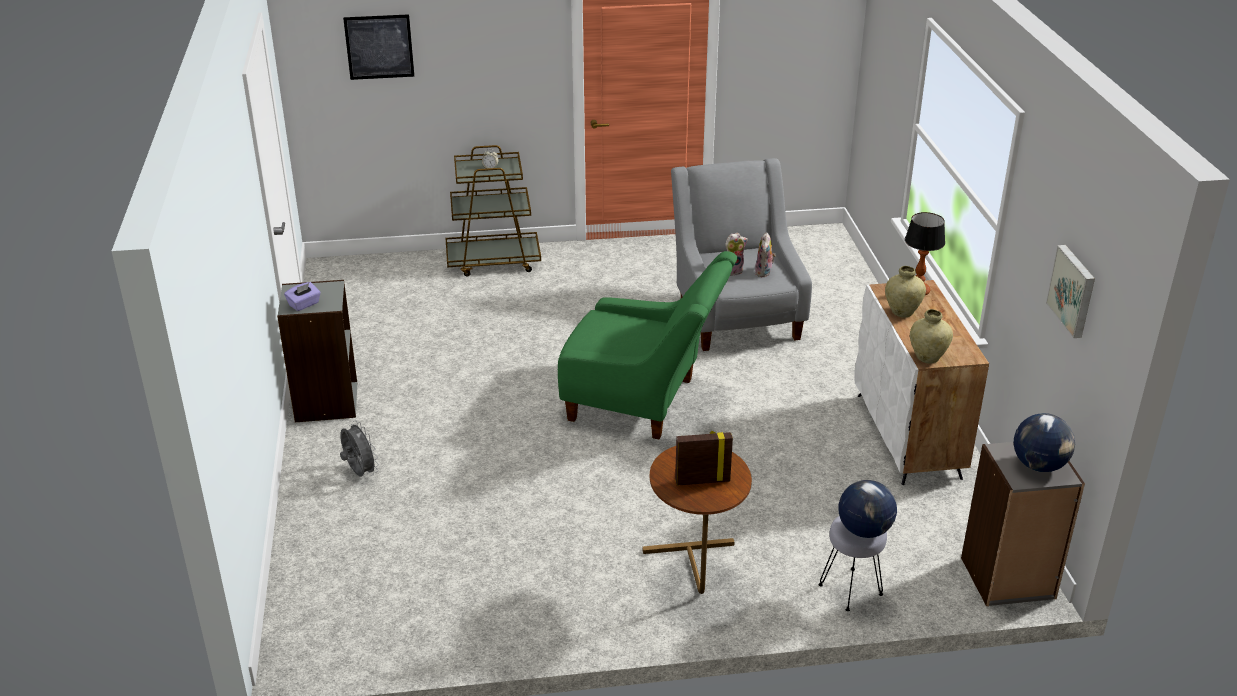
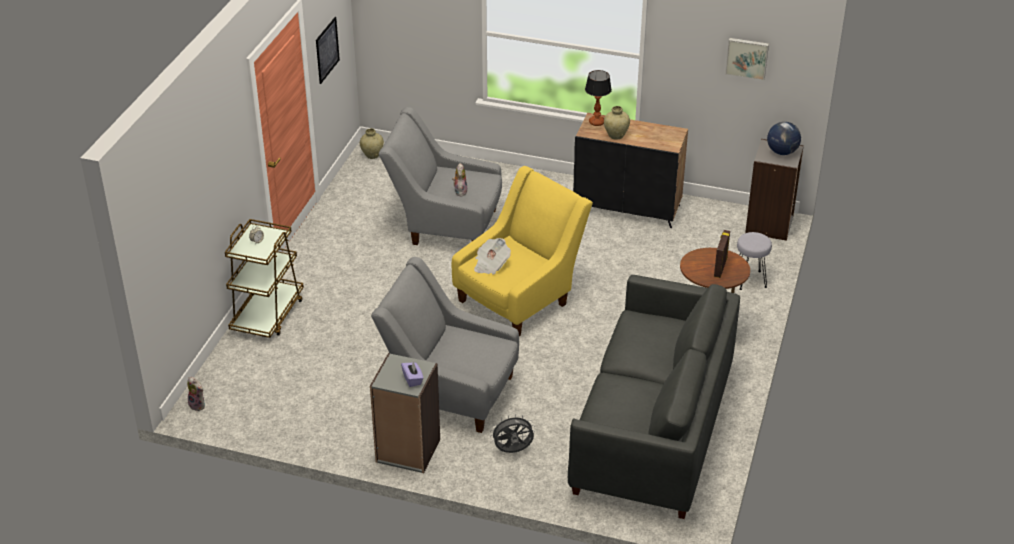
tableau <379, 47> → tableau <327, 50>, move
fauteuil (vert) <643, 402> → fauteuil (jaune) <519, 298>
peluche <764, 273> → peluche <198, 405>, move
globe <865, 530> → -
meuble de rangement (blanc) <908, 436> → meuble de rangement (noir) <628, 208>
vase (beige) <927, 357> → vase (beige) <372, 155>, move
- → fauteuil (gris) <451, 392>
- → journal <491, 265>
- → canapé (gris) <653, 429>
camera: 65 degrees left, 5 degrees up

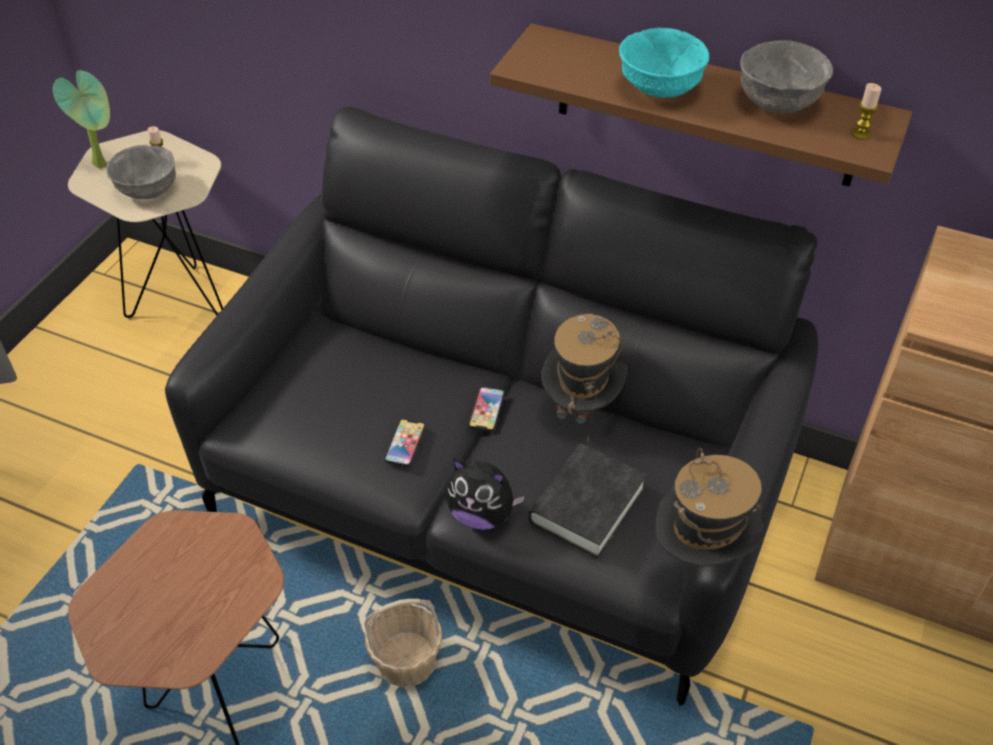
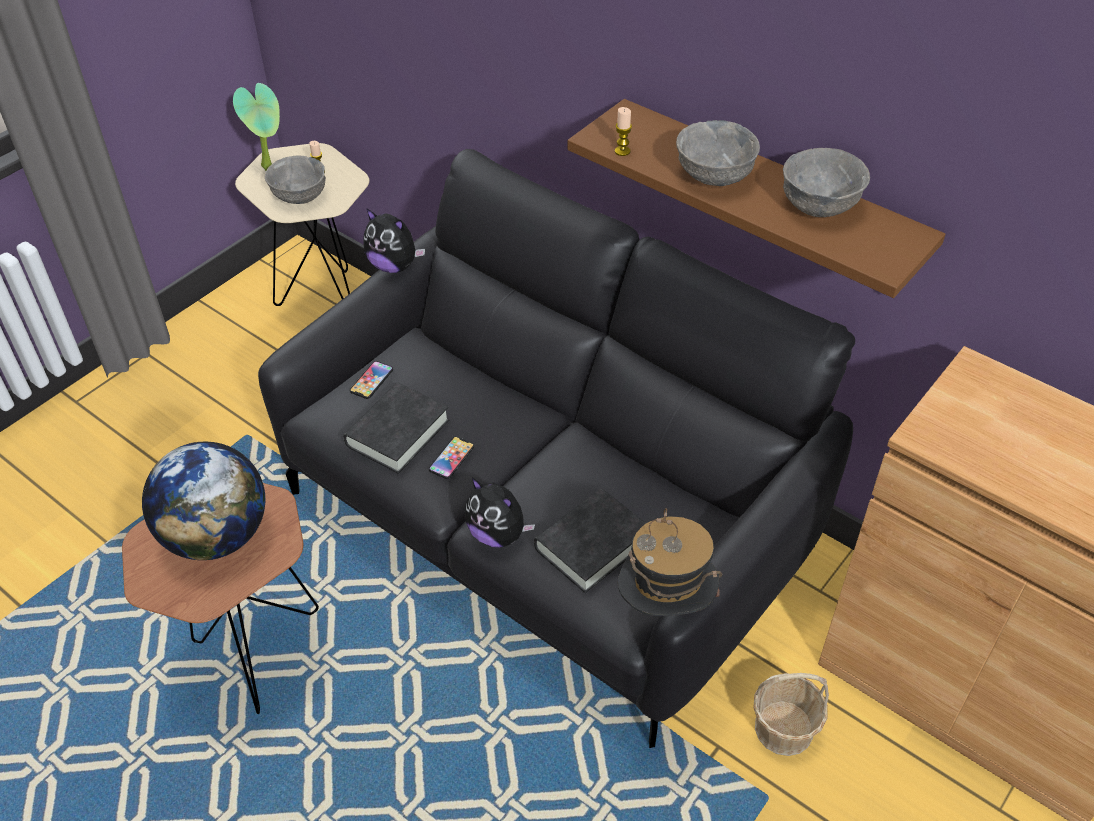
panier <407, 661> → panier <784, 729>, move
téléphone <486, 410> → téléphone <371, 380>, move
chapeau <581, 407> → -
bol (turquoise) <658, 87> → bol (gris) <713, 175>
bougie <860, 134> → bougie <622, 151>, move
- → globe <217, 536>
- → livre (noir) <397, 433>
- → peluche <394, 266>
camera: 15 degrees right, 0 degrees up

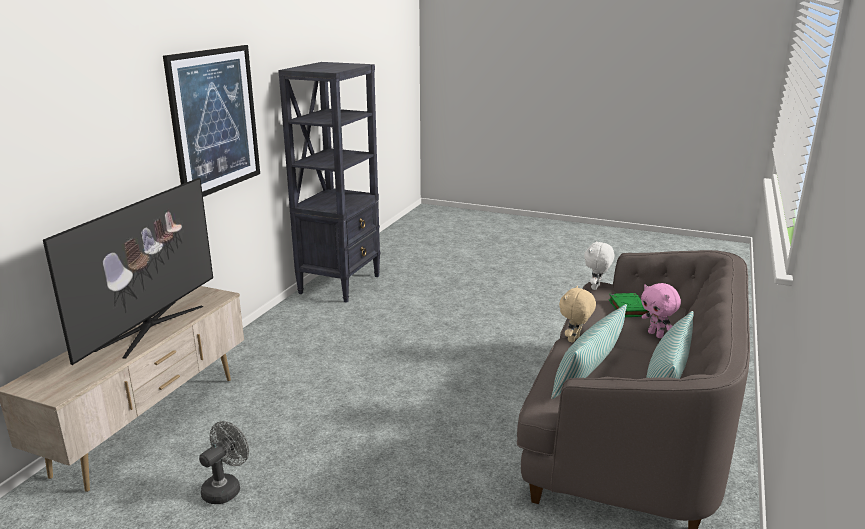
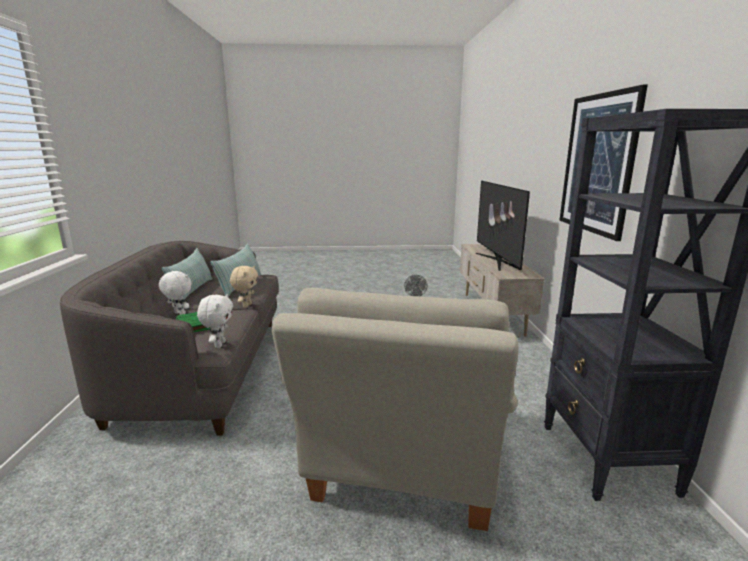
peluche (rose) <656, 335> → peluche (blanc) <179, 314>
- → fauteuil (beige) <403, 465>
camera: 155 degrees right, 5 degrees down

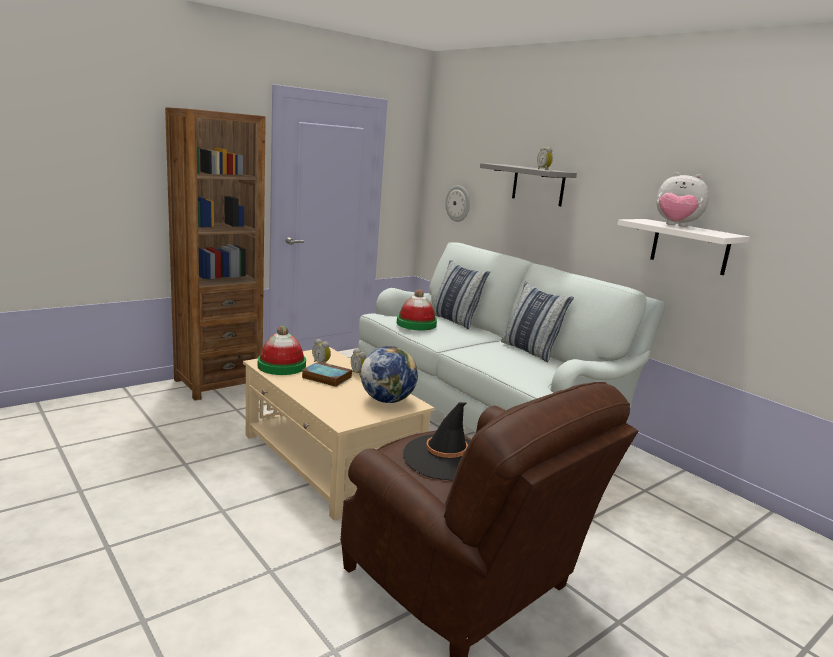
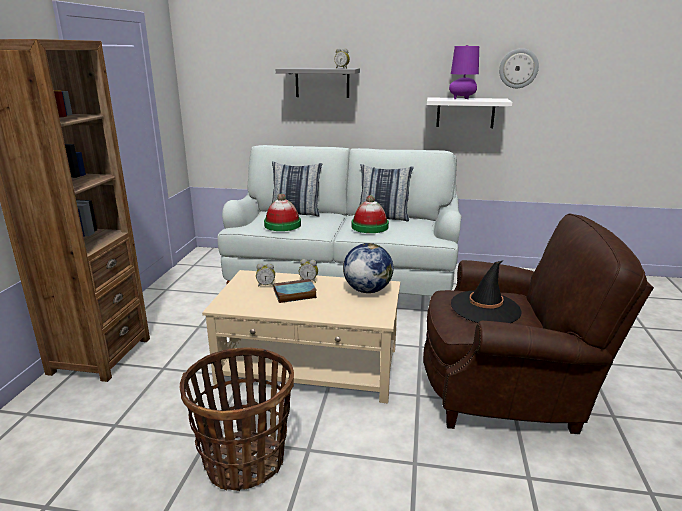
chapeau <281, 366> → chapeau <369, 227>, move
horloge murale <458, 203> → horloge murale <518, 68>, move
peluche <675, 225> → lampe de table (violet) <462, 99>
- → panier <245, 461>
camera: 40 degrees left, 5 degrees up

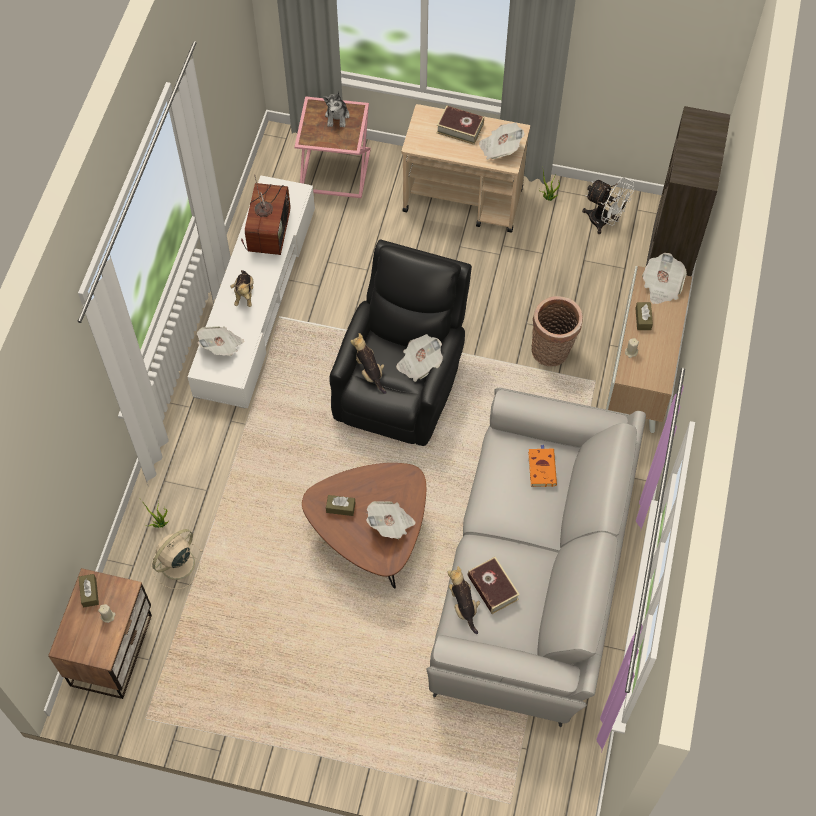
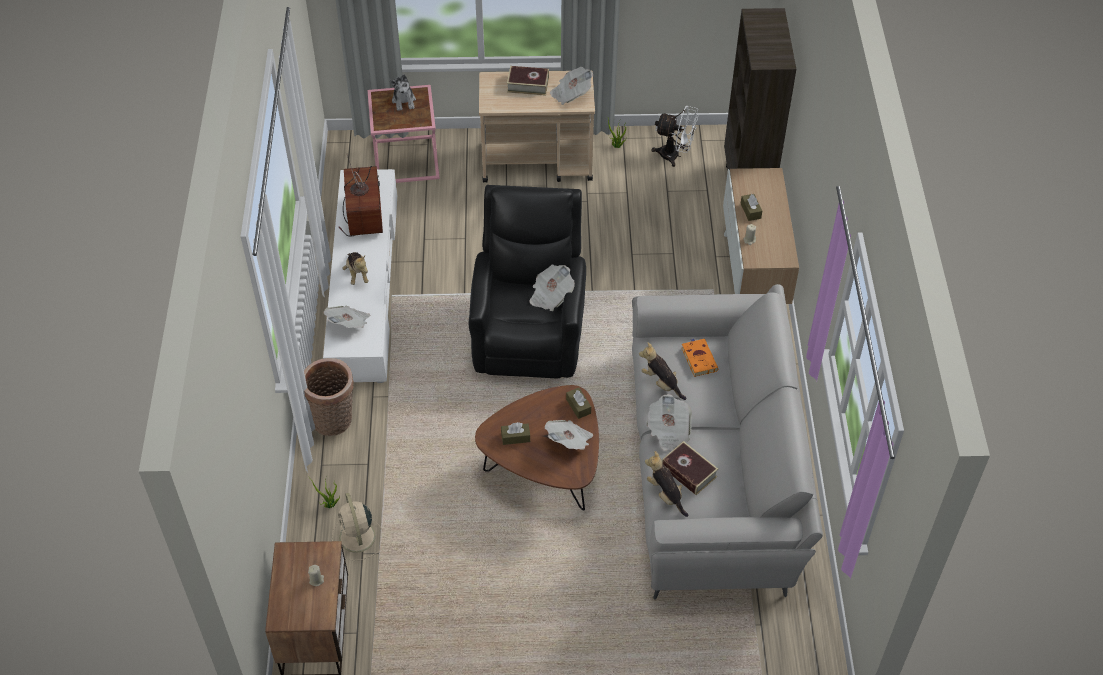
boîte à mouchoirs (marron) <89, 593> → boîte à mouchoirs (marron) <578, 406>, move
ventilateur (beige) <176, 564> → ventilateur (beige) <357, 538>, 45 degrees counterclockwise
peluche <369, 372> → peluche <661, 383>, move
panier <552, 352> → panier <334, 421>, move
journal <661, 286> → journal <668, 430>, move
camera: 15 degrees left, 10 degrees down

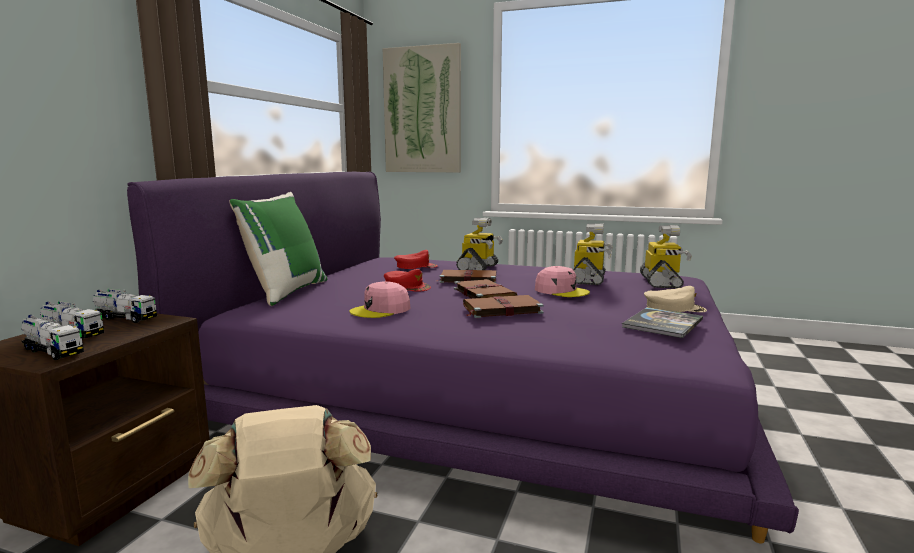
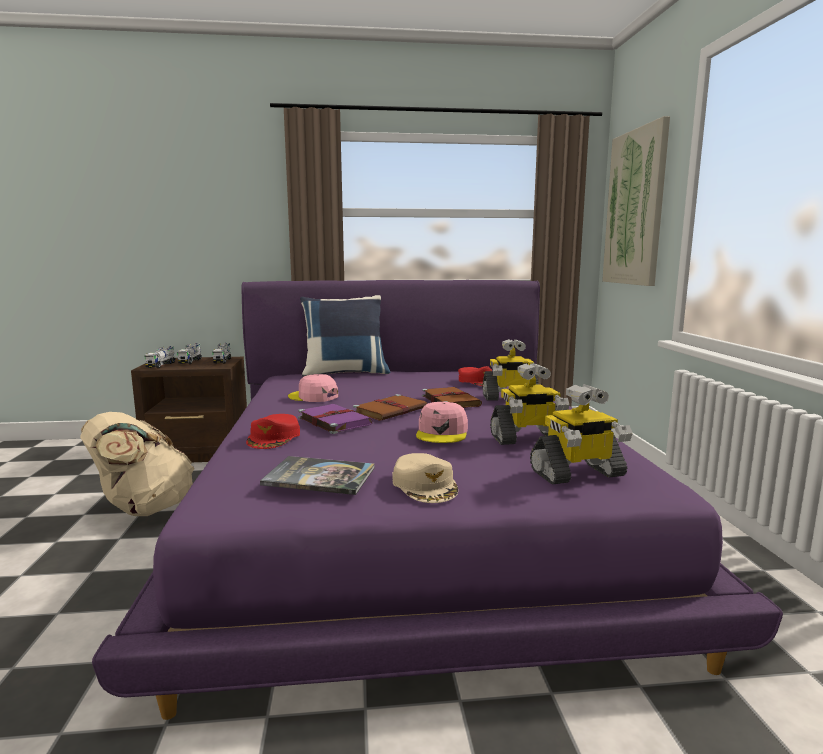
coussin (vert) <285, 291> → coussin (bleu) <345, 373>
casquette (rouge) <407, 286> → casquette (rouge) <274, 438>, move
livre (marron) <500, 309> → livre (violet) <333, 421>
camera: 65 degrees right, 0 degrees up

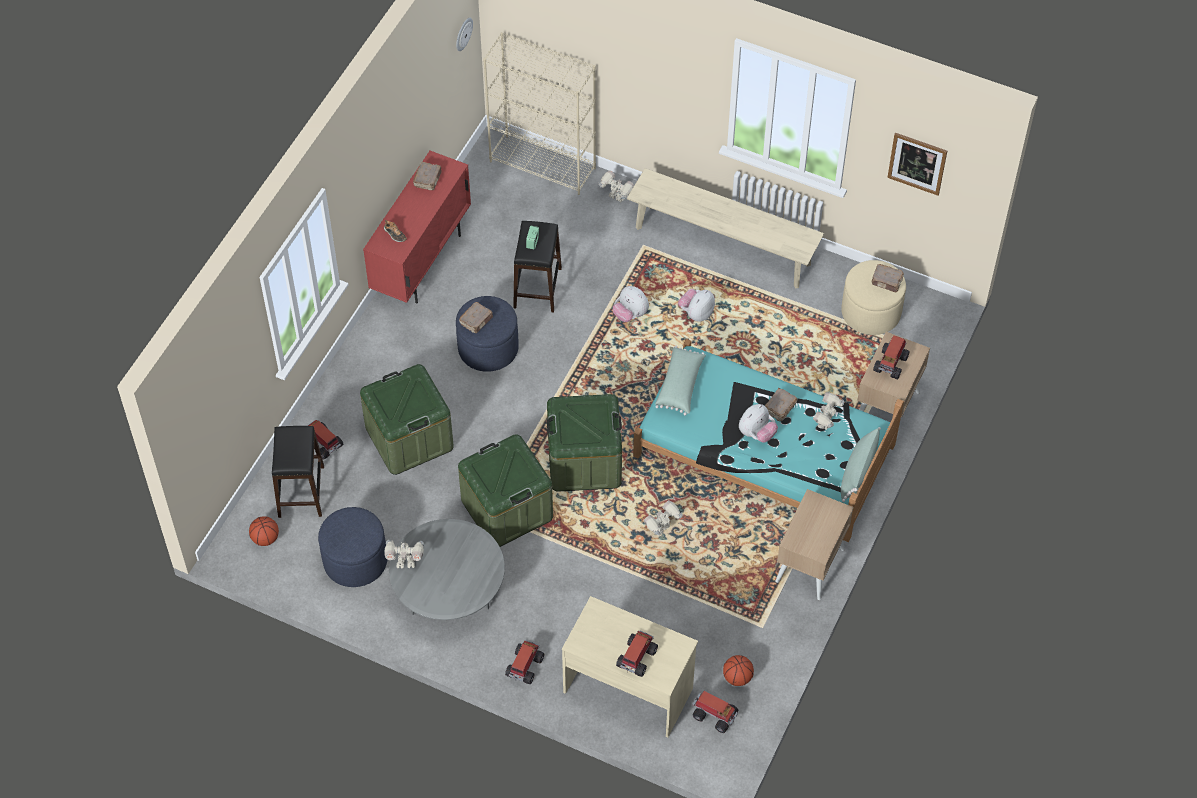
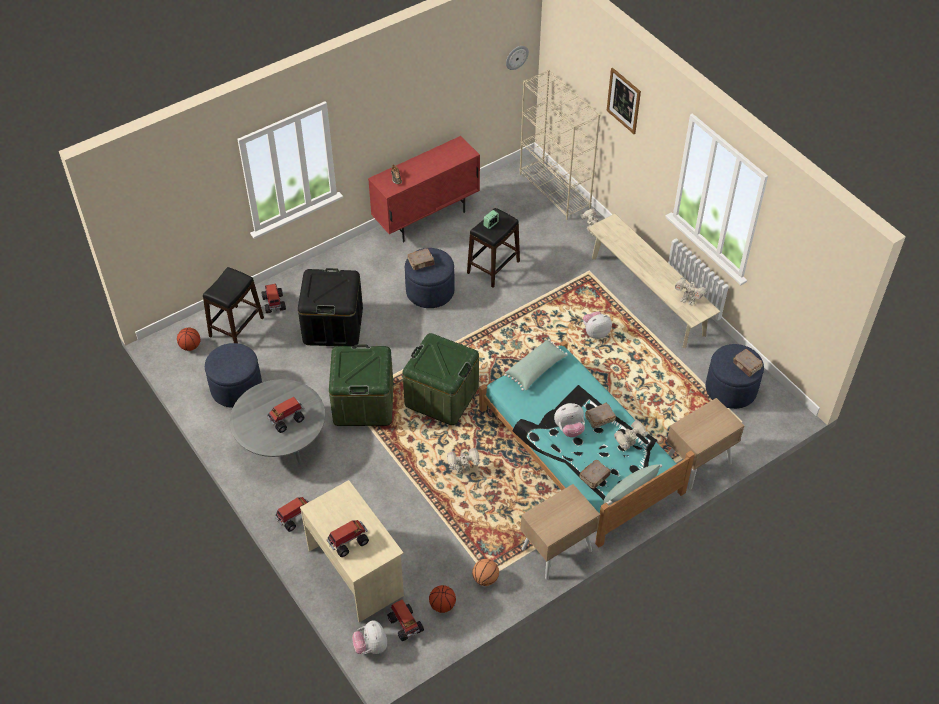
boîte de rangement (vert) <409, 438> → boîte de rangement (noir) <333, 325>
robot jouet <405, 562> → robot jouet <688, 300>, move
livre (marron) <428, 179> → livre (marron) <595, 477>, move
peluche <630, 314> → peluche <371, 646>, move
pouf (beige) <871, 312> → pouf (bleu) <731, 389>
camion jouet <891, 363> → camion jouet <287, 419>, move
tableau <917, 163> → tableau <624, 100>, move
- → ballon de basket <485, 579>
camera: 30 degrees right, 5 degrees down

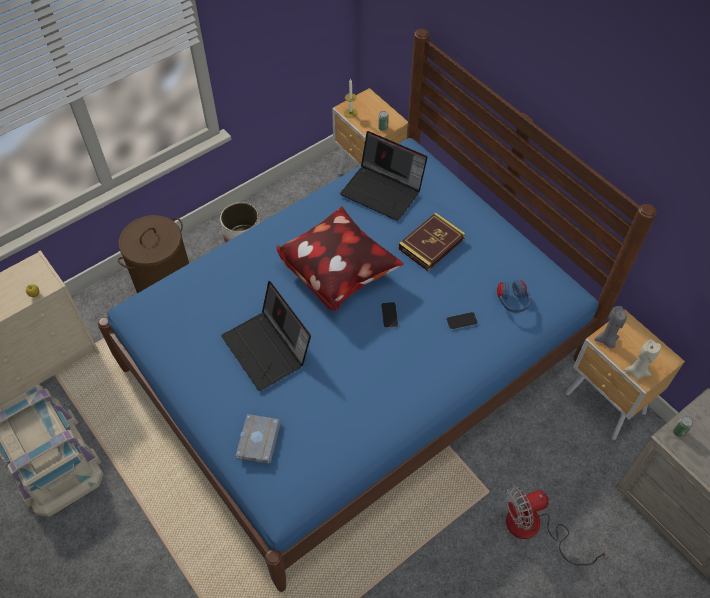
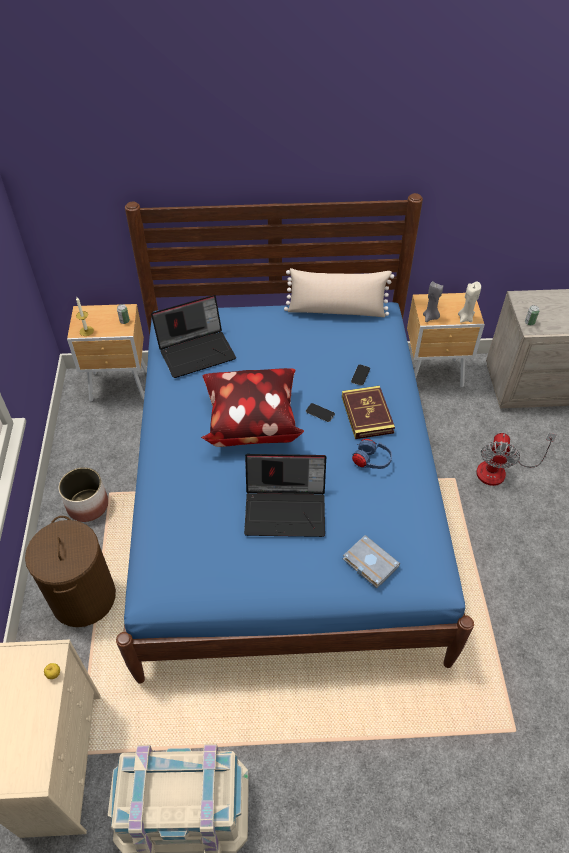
livre <431, 244> → livre <367, 414>, move
casque audio (bleu) <512, 302> → casque audio (bleu) <371, 461>, move
- → coussin (beige) <336, 310>
camera: 55 degrees left, 5 degrees down

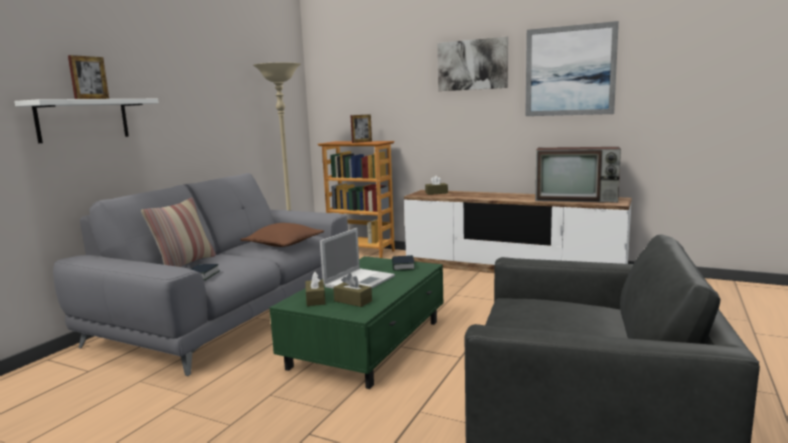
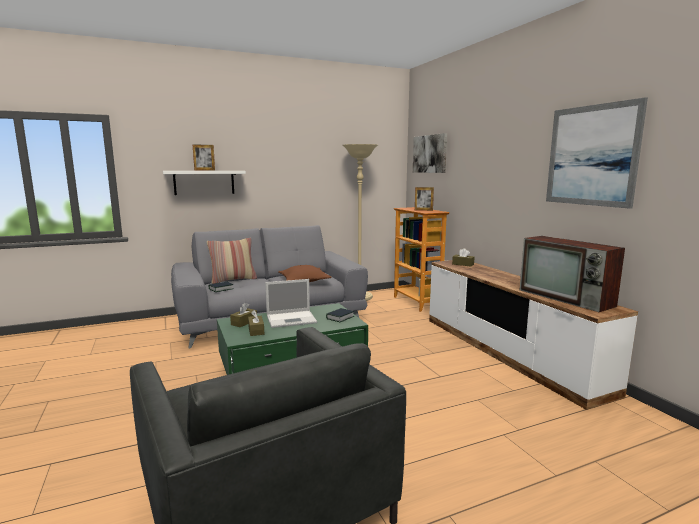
tableau <472, 65> → tableau <430, 154>, move
camera: 40 degrees right, 0 degrees up

